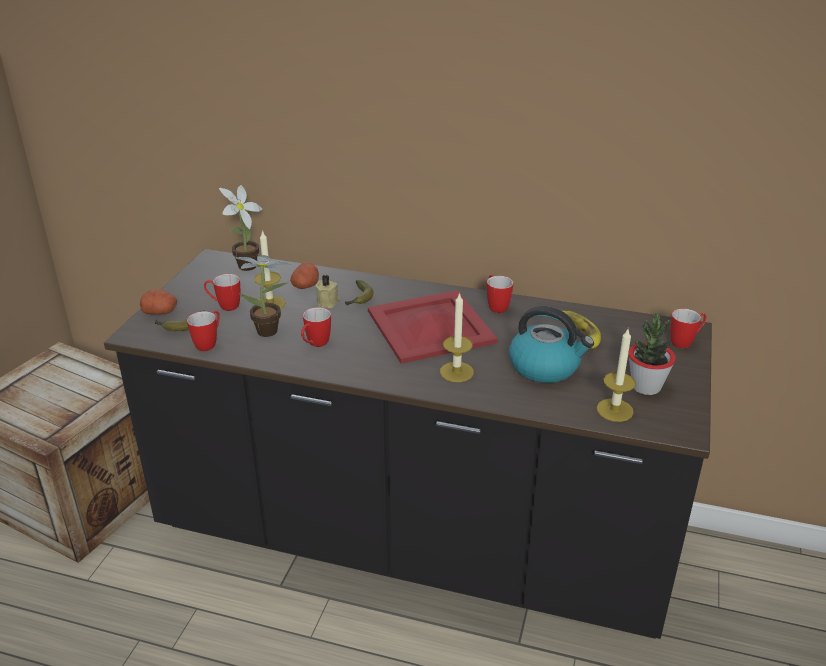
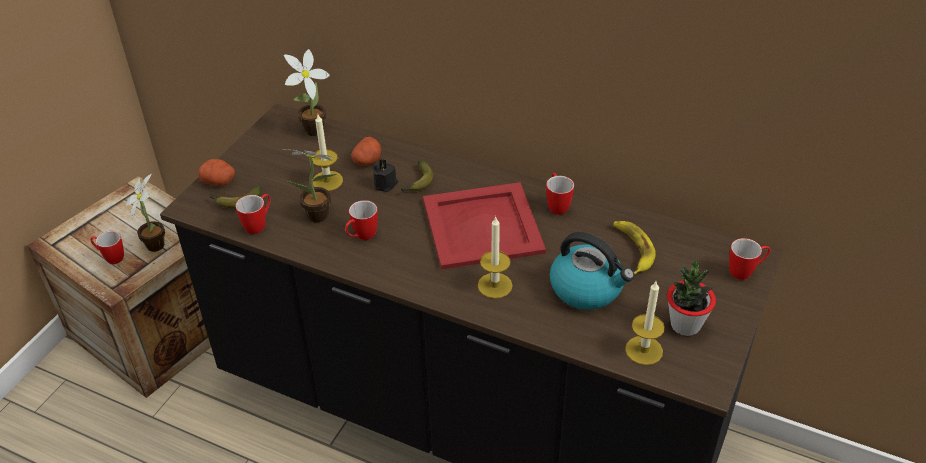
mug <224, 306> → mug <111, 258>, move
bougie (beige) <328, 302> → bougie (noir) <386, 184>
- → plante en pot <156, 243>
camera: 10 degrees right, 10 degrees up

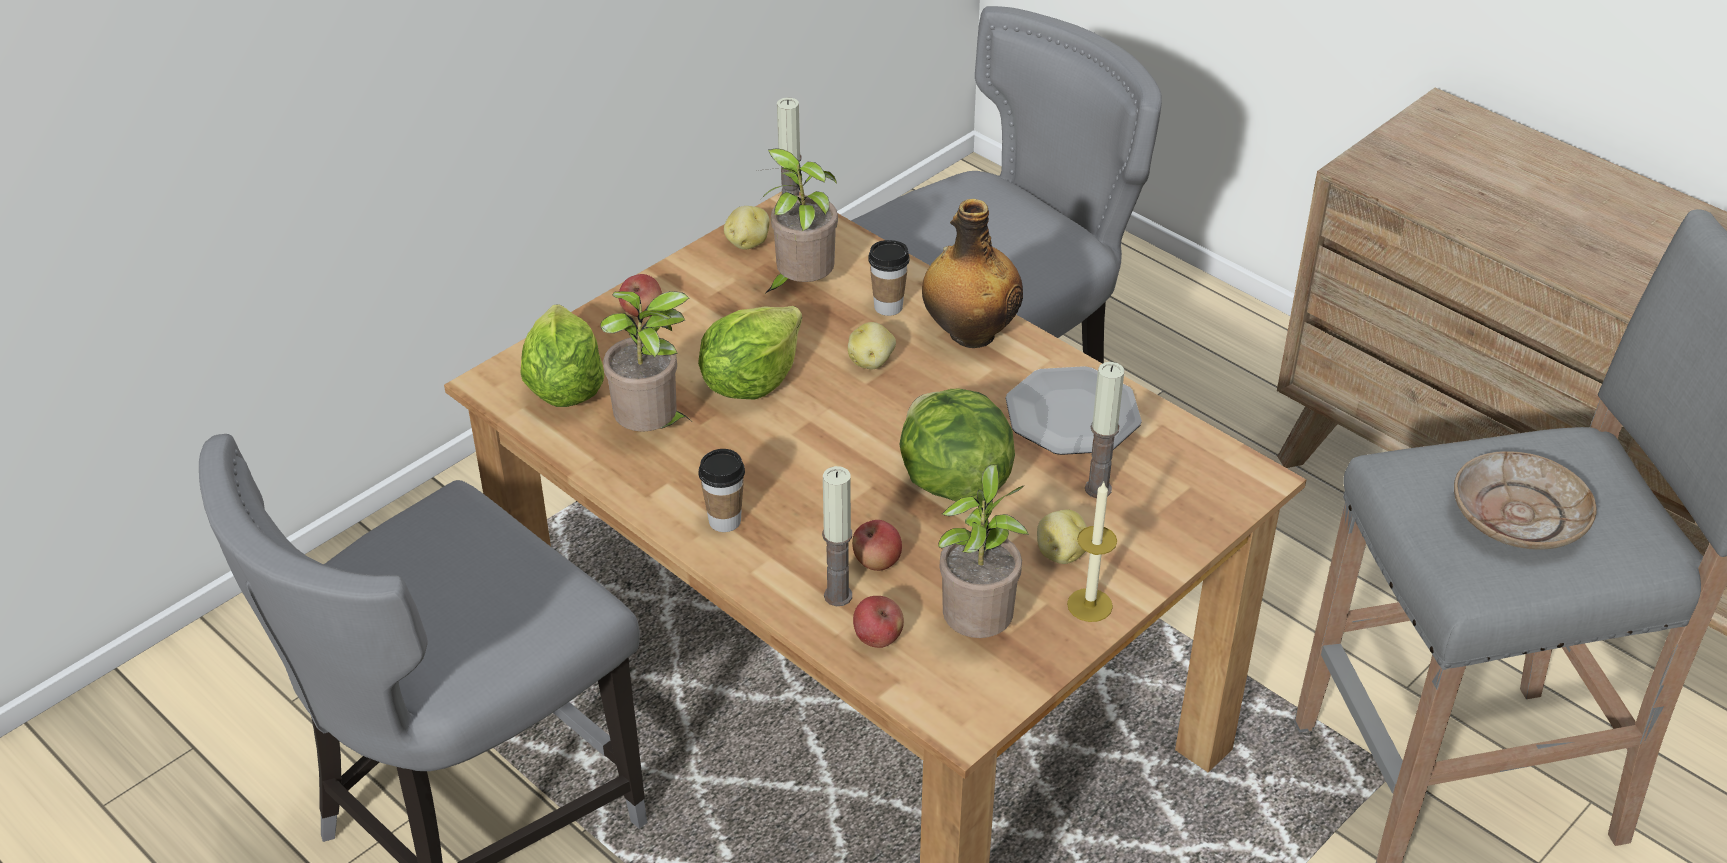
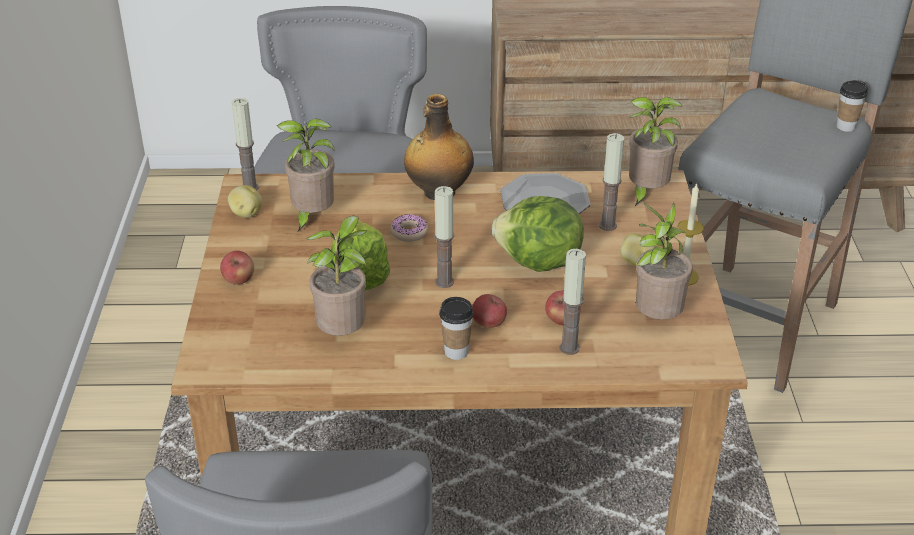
laitue <564, 387> → -
pomme de terre <871, 361> → beignet <409, 232>
pomme <877, 638> → pomme <488, 324>, move
tasse <888, 307> → tasse <846, 127>, move
assiette (beige) <1518, 515> → -
- → bougie <444, 282>
- → plante en pot <646, 194>
camera: 45 degrees left, 5 degrees down

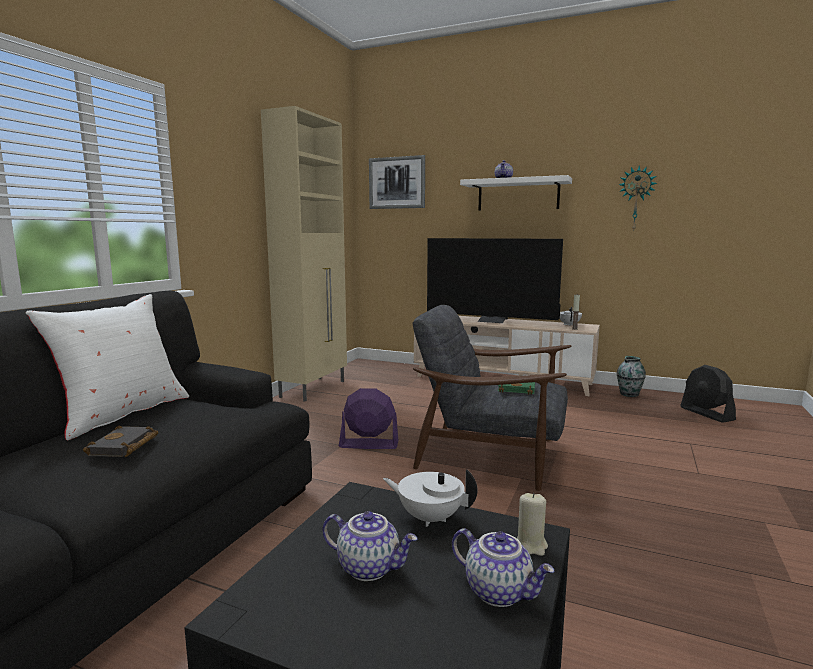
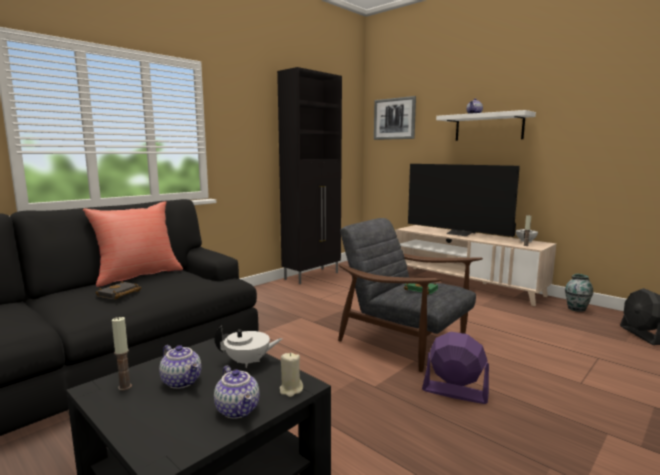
coussin (blanc) <121, 414> → coussin (rouge) <138, 275>
meuble de rangement (beige) <314, 389> → meuble de rangement (noir) <312, 276>
ventilateur (violet) <368, 444> → ventilateur (violet) <454, 392>, move
théière (blanc) <429, 518> → théière (blanc) <248, 362>, 135 degrees clockwise
horloge murale <636, 198> → -
- → bougie <125, 387>
camera: 20 degrees right, 0 degrees up

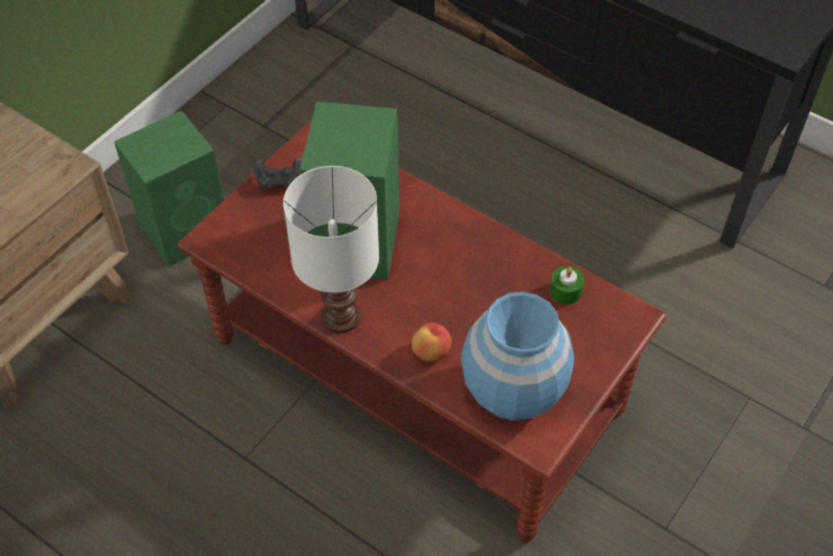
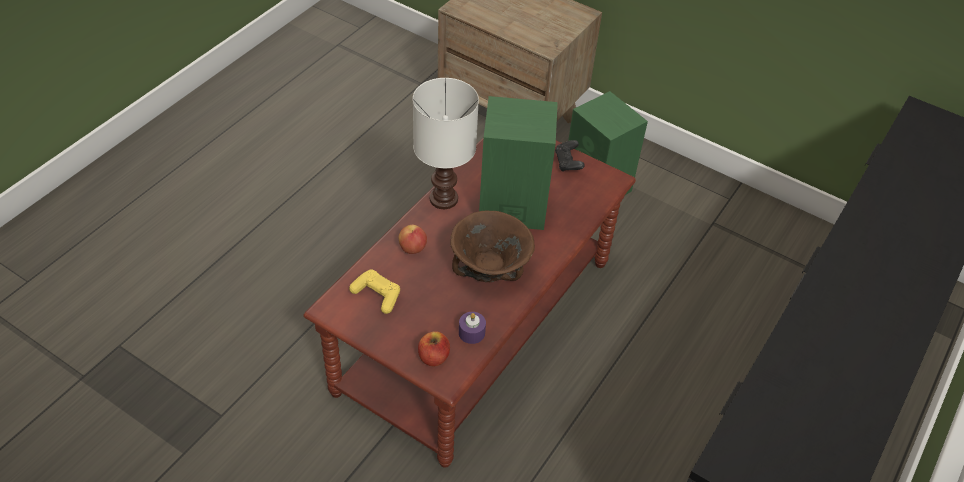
vase (bleu) <513, 391> → manette (jaune) <377, 295>
bougie (vert) <565, 291> → bougie (violet) <471, 332>
- → pomme <433, 357>
- → bol (marron) <489, 269>
camera: 85 degrees right, 5 degrees down

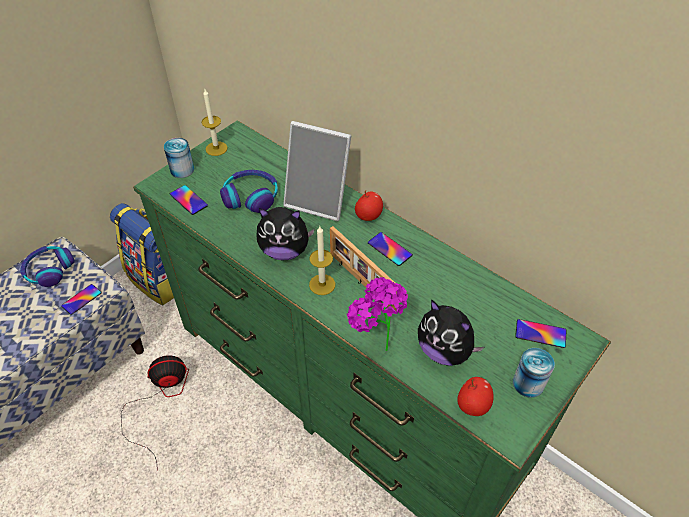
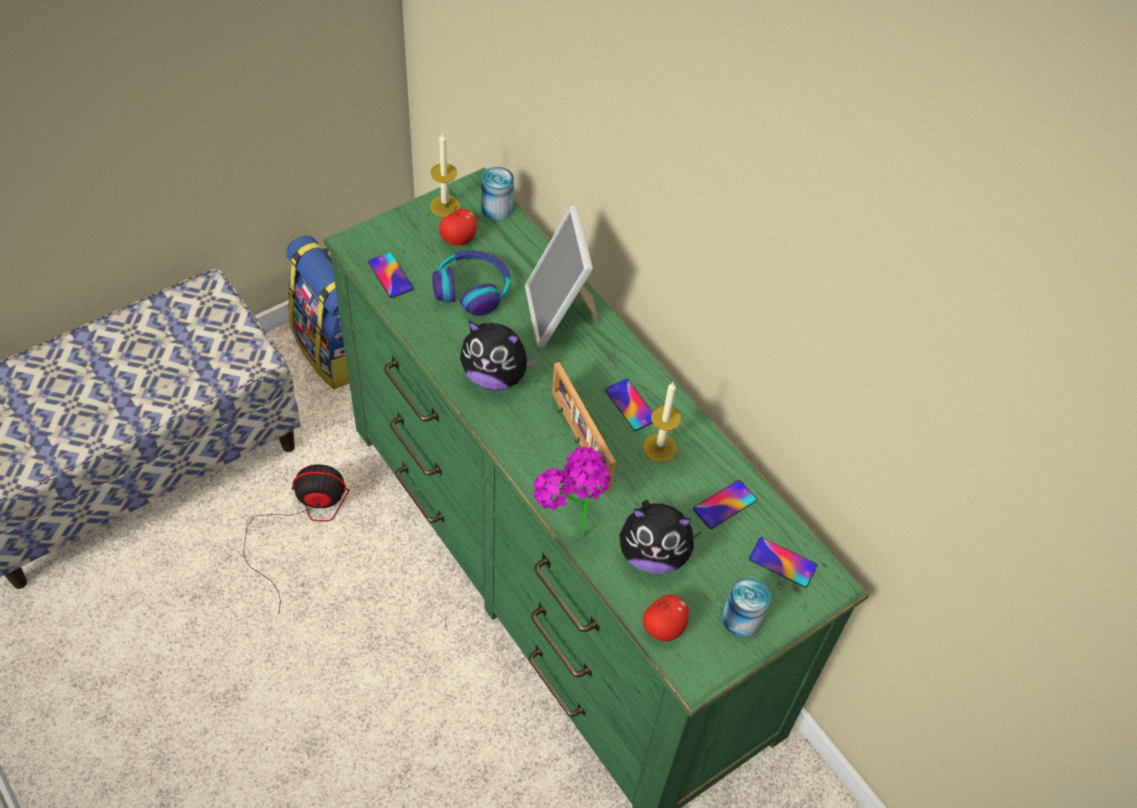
casque audio <49, 270> → -
téléphone <81, 299> → téléphone <724, 504>, move
boîte métallique <182, 170> → boîte métallique <497, 208>, move
cadre photo <319, 200> → cadre photo <560, 315>, 45 degrees clockwise
bougie <322, 284> → bougie <659, 448>, move
pomme <368, 216> → pomme <458, 239>, move
peluche <444, 351> → peluche <653, 554>, 45 degrees counterclockwise
camera: 10 degrees right, 5 degrees up

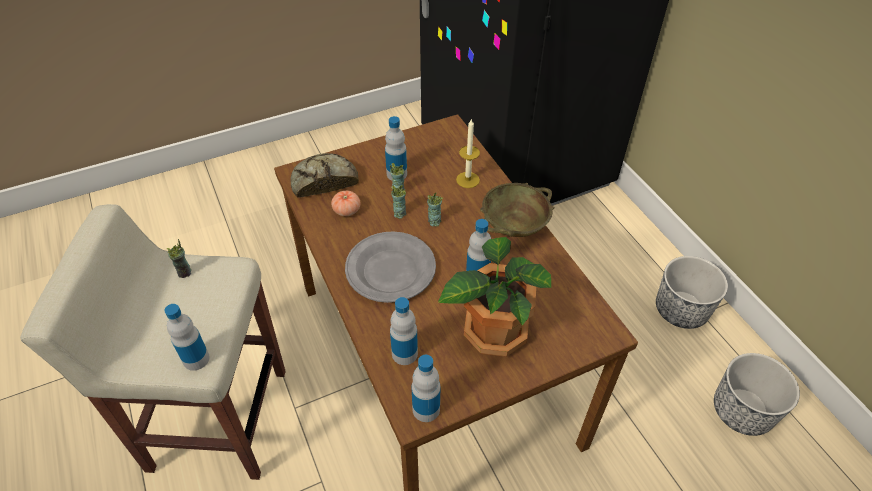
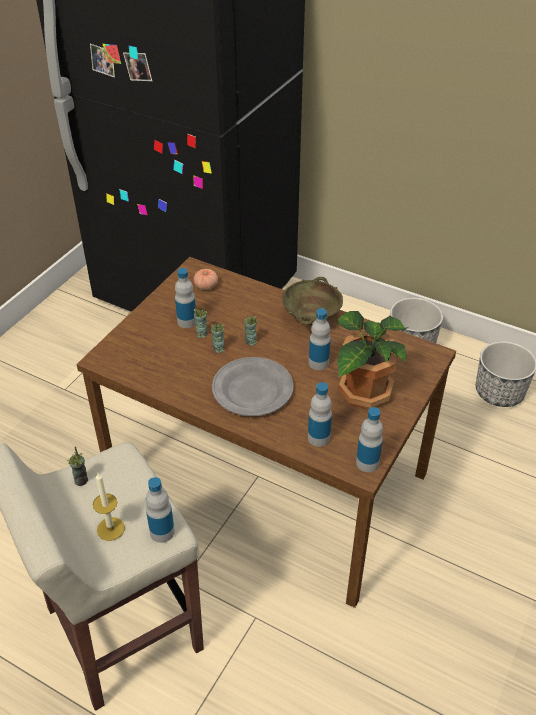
pain <323, 180> → -
tomate <346, 210> → tomate <206, 286>, move
bougie <467, 180> → bougie <110, 529>, move
camera: 35 degrees left, 5 degrees down

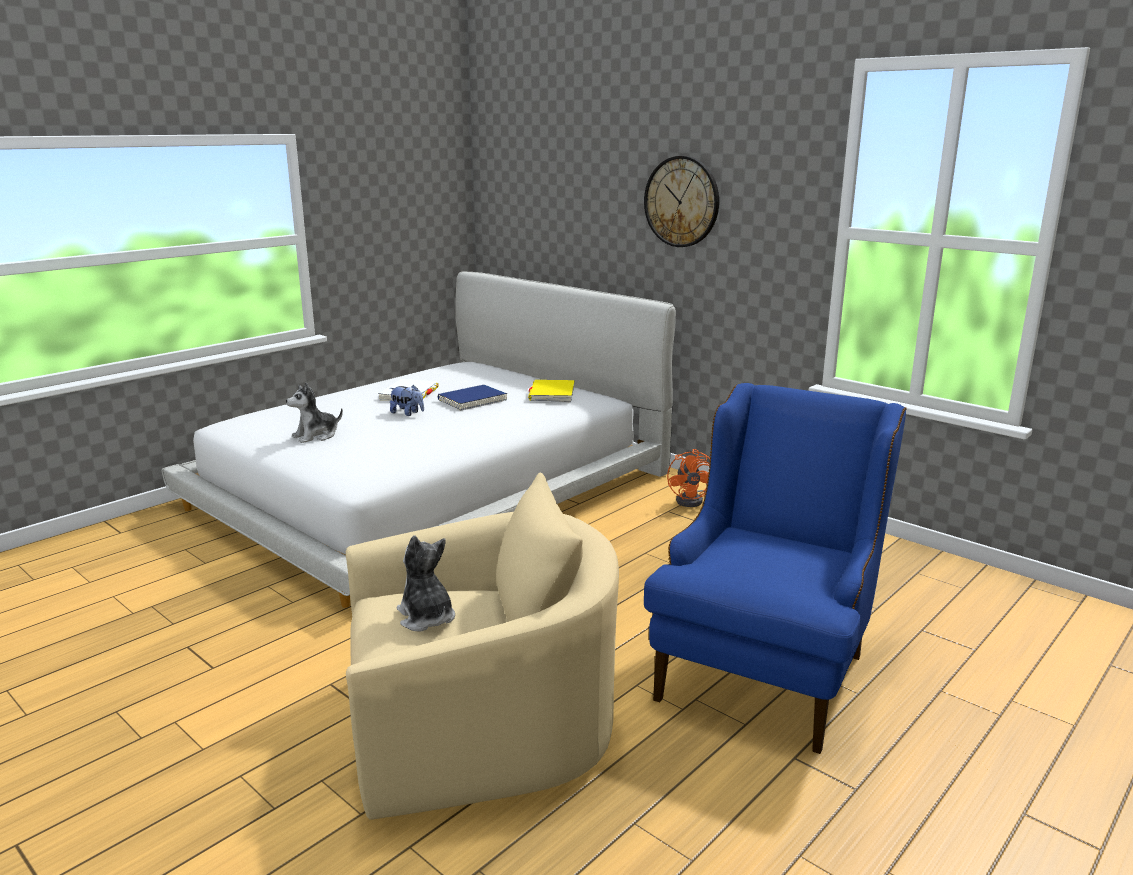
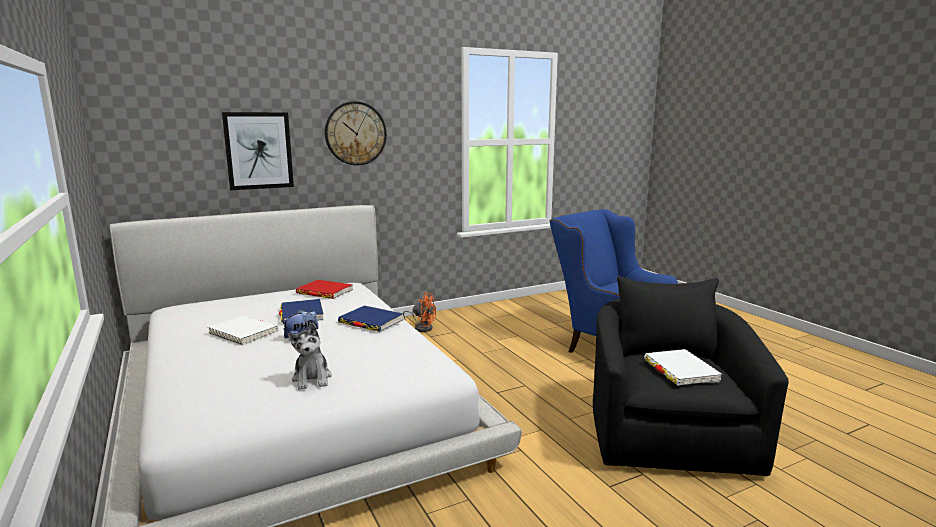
fauteuil (beige) <481, 727> → fauteuil (noir) <668, 433>
peluche <426, 617> → livre (blanc) <680, 370>
livre (jaune) <552, 394> → livre (rouge) <324, 292>
- → tableau <258, 150>
- → livre (bleu) <371, 321>
camera: 70 degrees left, 5 degrees down

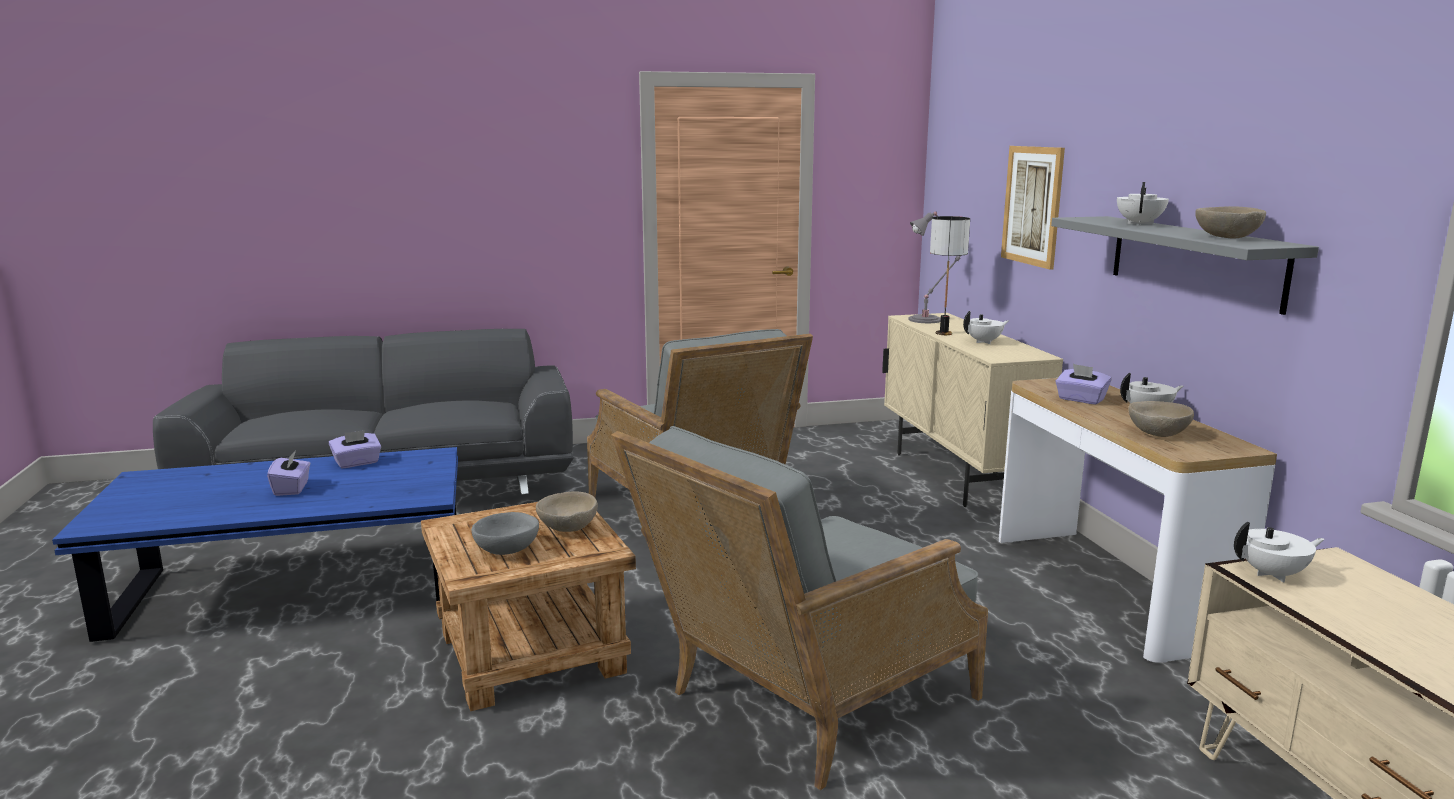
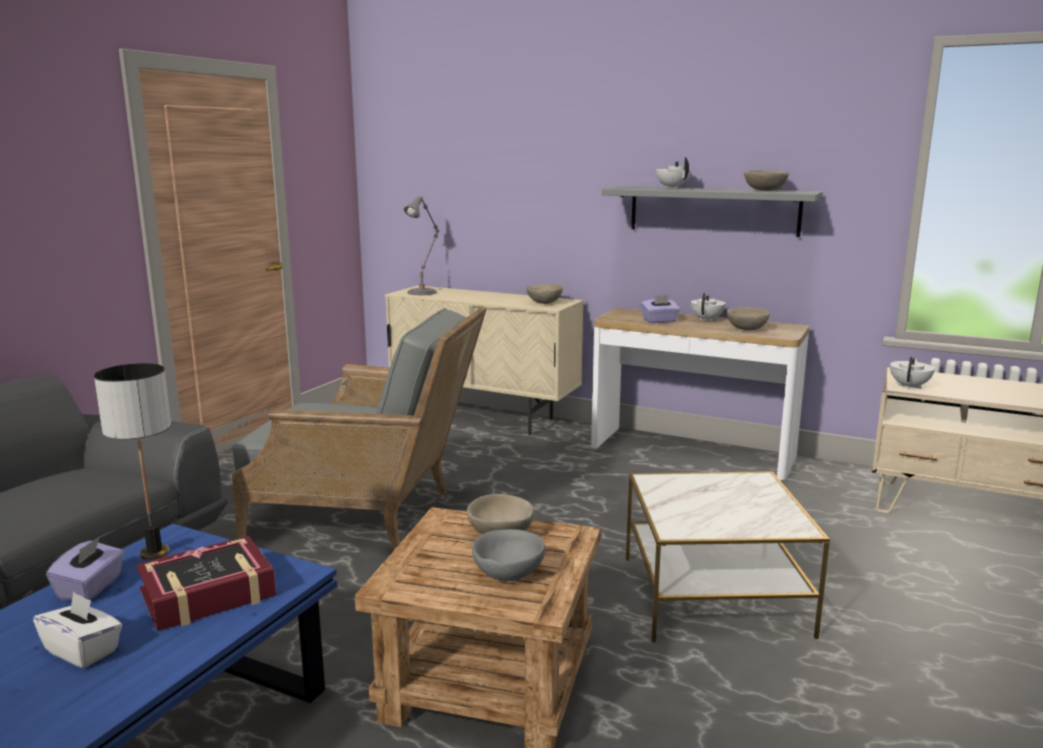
boîte à mouchoirs (violet) <292, 488> → boîte à mouchoirs (blanc) <83, 650>
fauteuil (gris) <803, 703> → table d'appoint <713, 595>
lampe de table <943, 333> → lampe de table <154, 553>, move
théière (blanc) <984, 342> → -
tableau <1032, 205> → -
- → livre <208, 594>
- → bol (beige) <544, 303>
camera: 50 degrees left, 0 degrees up

